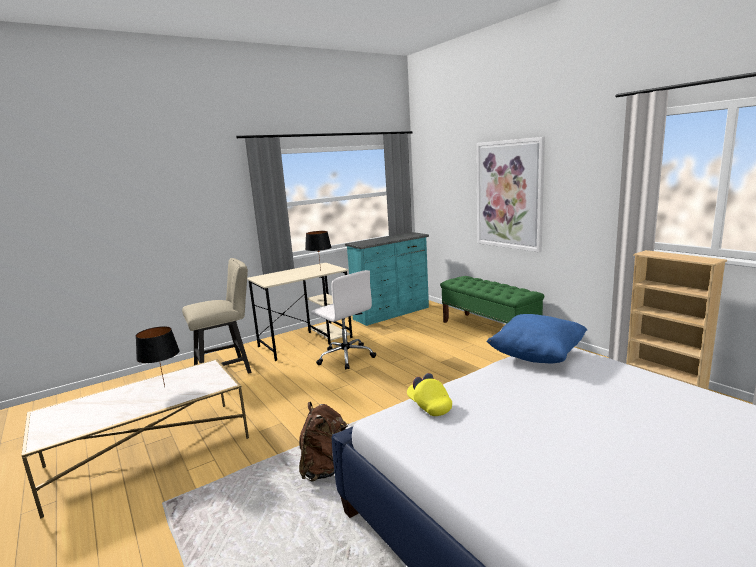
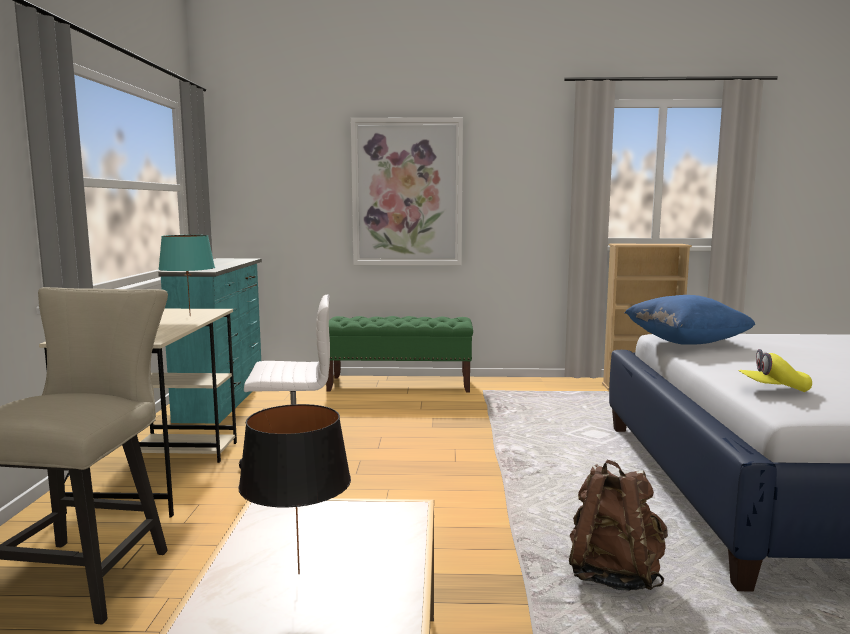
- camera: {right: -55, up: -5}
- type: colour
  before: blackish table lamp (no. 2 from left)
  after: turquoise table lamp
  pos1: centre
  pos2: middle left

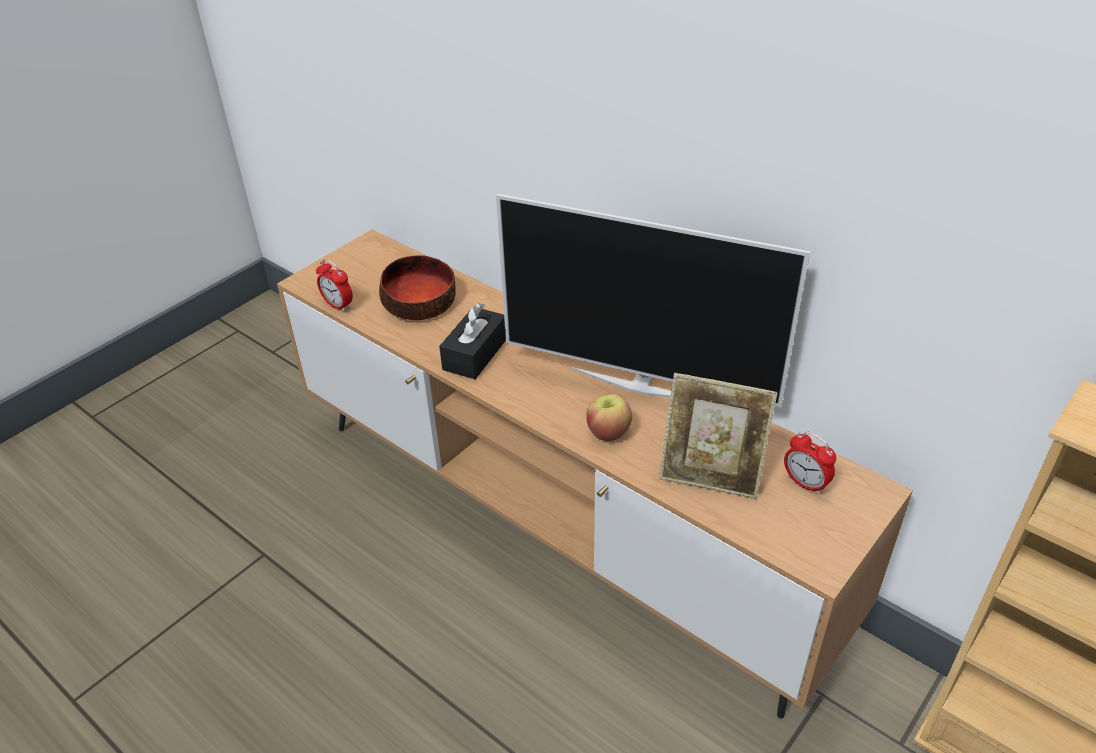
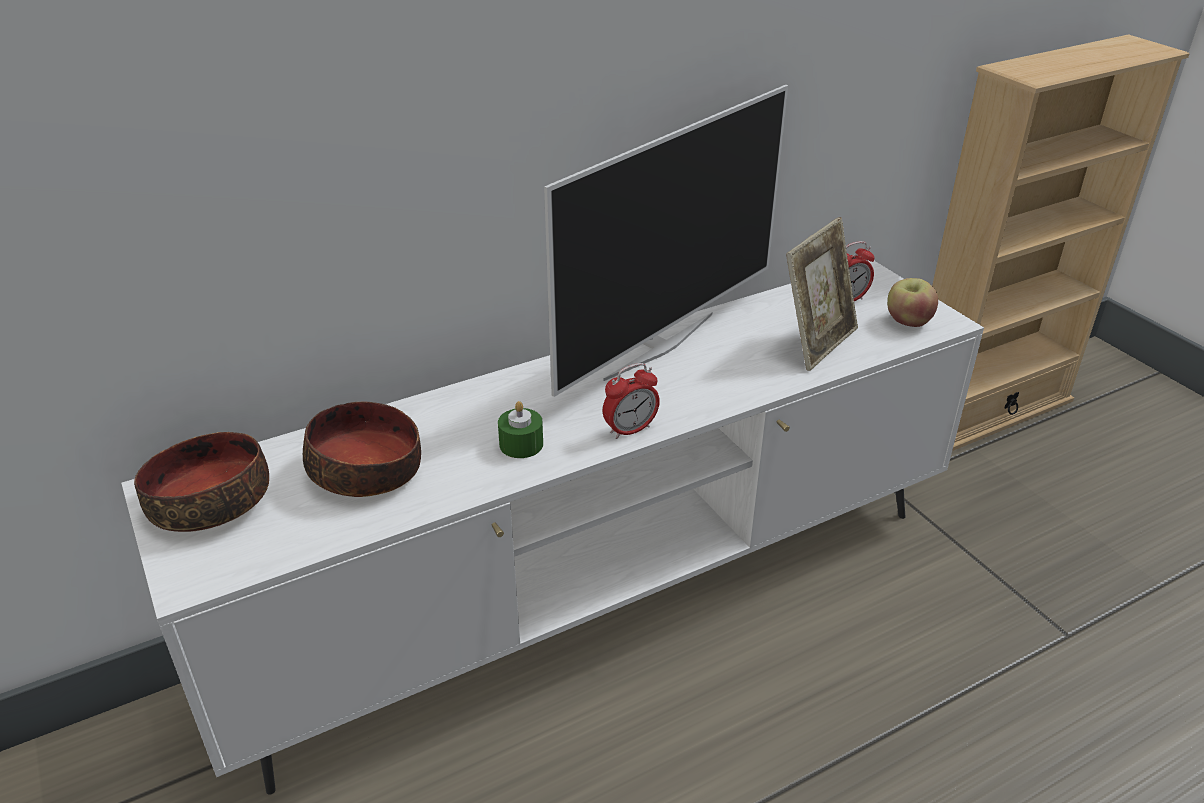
- camera: {right: -70, up: -5}
- type: colour
  before: brownish media console
  after: white-coloured media console
  pos1: centre
  pos2: centre
- type: relocated
  before: table clock (no. 1 from left)
  pos1: middle left
  pos2: centre
- type: exchanged
  before: blackish tissue box
  after: green candle
  pos1: centre
  pos2: centre
- type: relocated
  before: apple fruit
  pos1: centre
  pos2: middle right
- type: appeared
  after: serving bowl (no. 1 from left)
  pos2: middle left

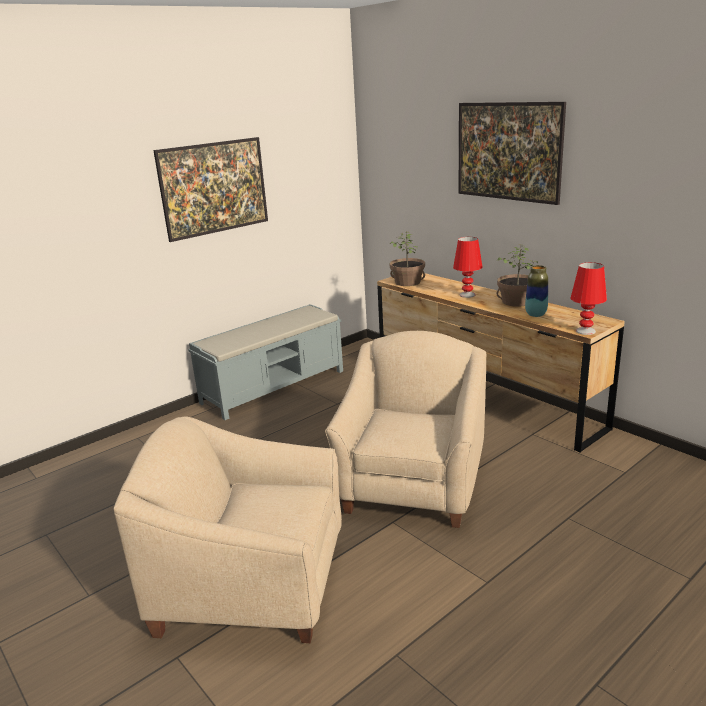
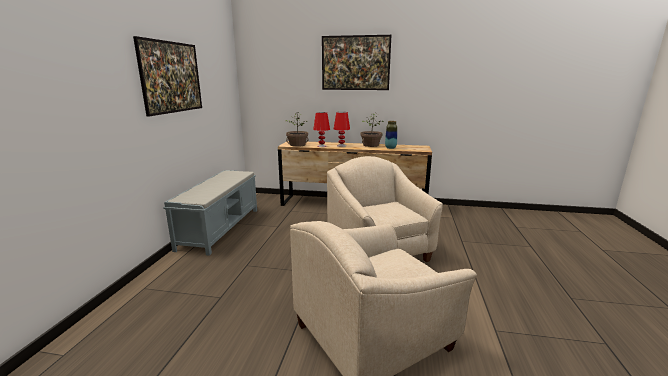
- camera: {right: -40, up: -5}
- type: relocated
  before: reddish table lamp (no. 2 from left in the first image)
  after: reddish table lamp (no. 1 from left)
  pos1: middle right
  pos2: centre

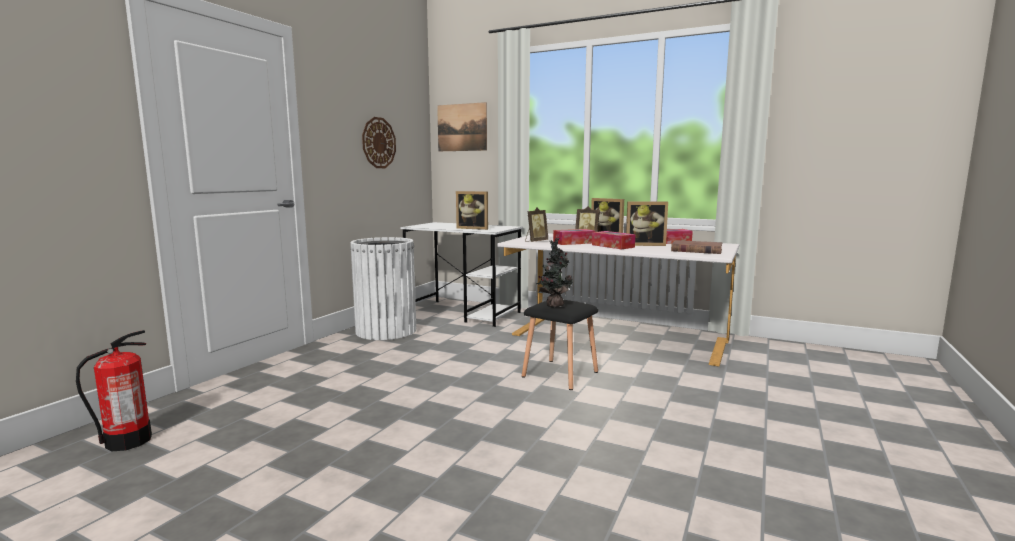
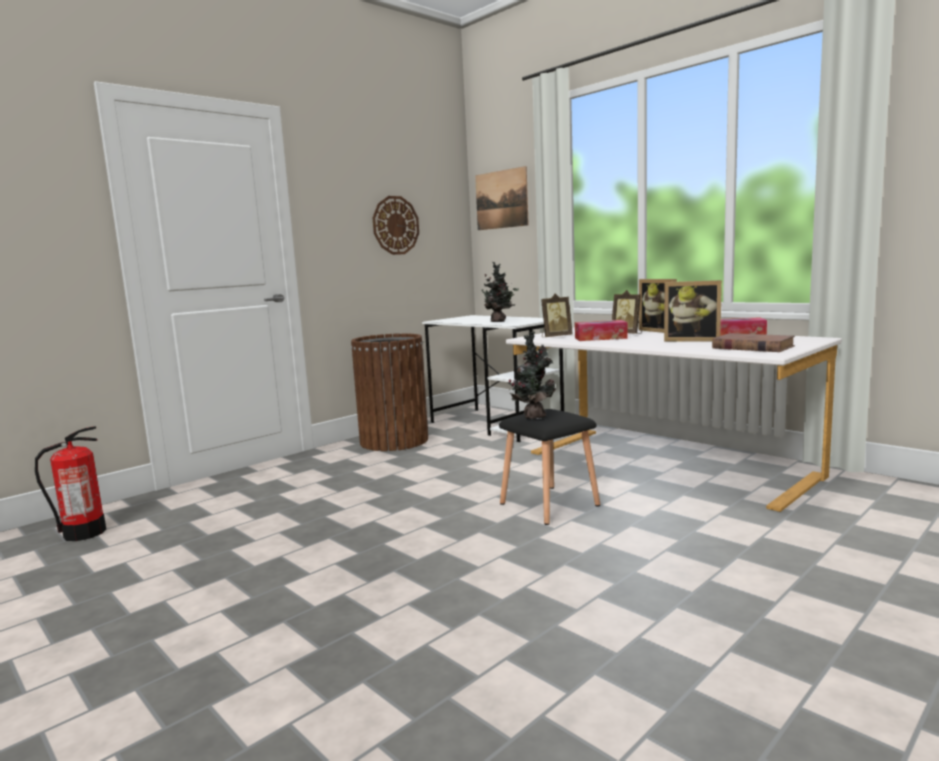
- camera: {right: 20, up: 0}
- type: exchanged
  before: picture frame (no. 1 from left)
  after: plant in a pot (no. 1 from left)
  pos1: centre
  pos2: centre
- type: missing
  before: tissue box (no. 2 from left)
  pos1: centre
- type: colour
  before: white-coloured waste bin
  after: brownish waste bin
  pos1: centre
  pos2: centre

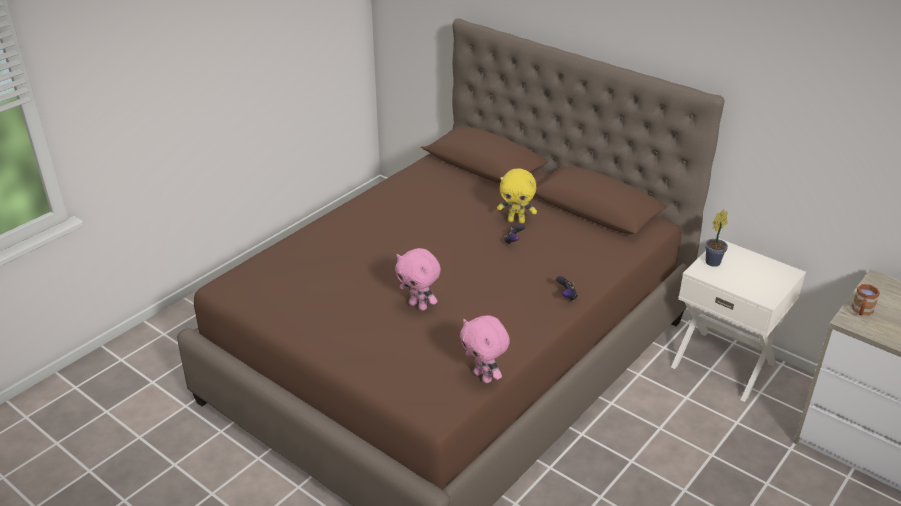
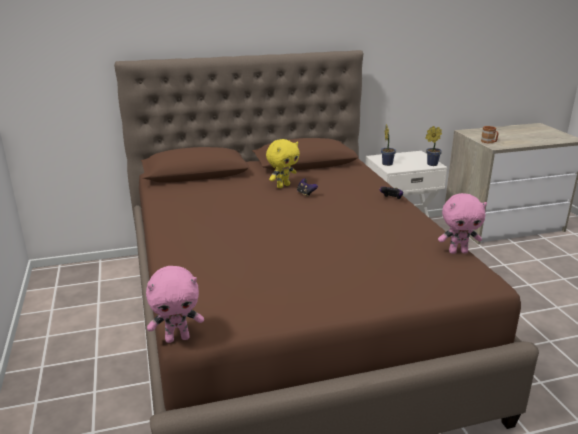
- camera: {right: -55, up: -10}
- type: relocated
  before: pink cuddly toy (no. 1 from left)
  pos1: centre
  pos2: bottom left
- type: appeared
  after: plant in a pot (no. 2 from left)
  pos2: middle right

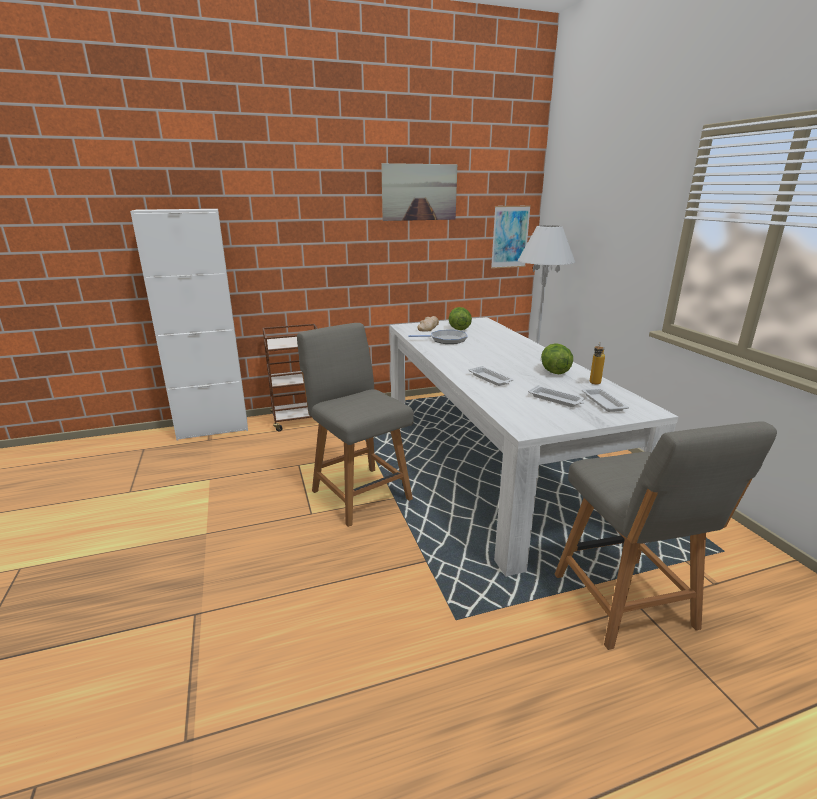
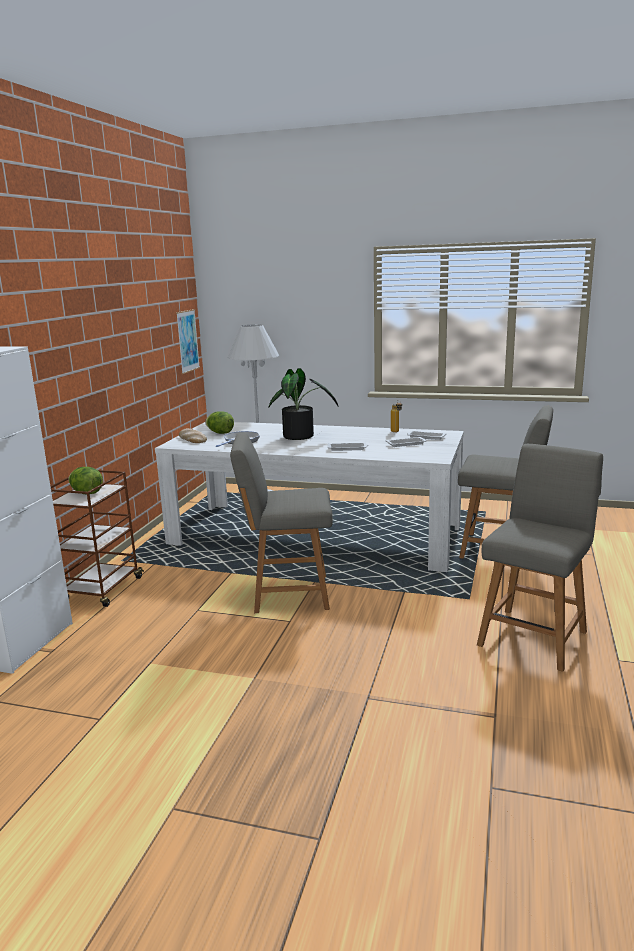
- camera: {right: -55, up: -5}
- type: missing
  before: picture (no. 1 from left)
  pos1: top centre
- type: relocated
  before: lettuce (no. 2 from left in the first image)
  after: lettuce (no. 1 from left)
  pos1: middle right
  pos2: middle left
- type: appeared
  after: plant in a pot
  pos2: centre
- type: appeared
  after: gray plain chair (no. 3 from left)
  pos2: middle right

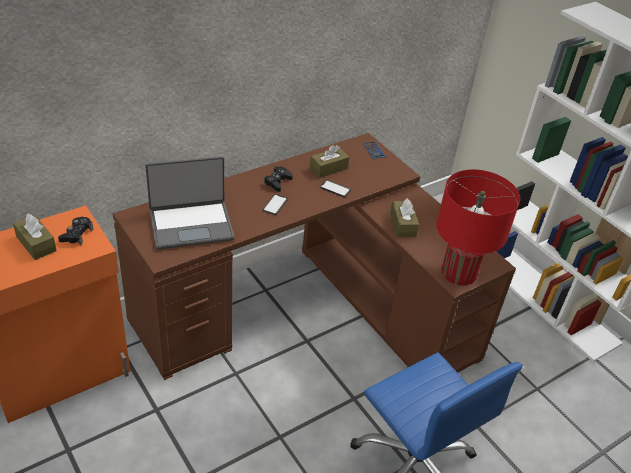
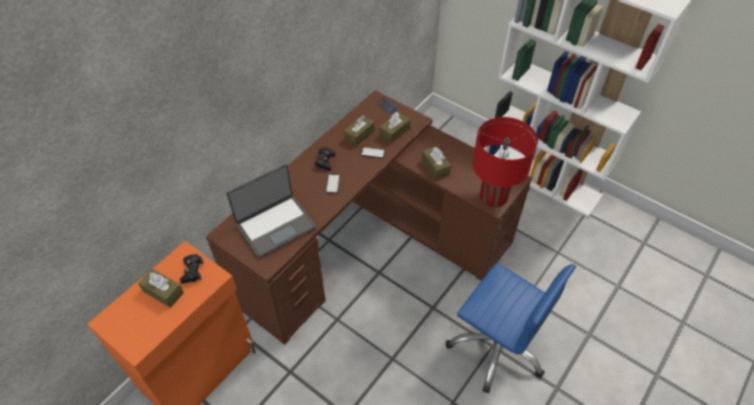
- camera: {right: -15, up: 10}
- type: appeared
  after: brownish tissue box (no. 3 from left)
  pos2: top centre

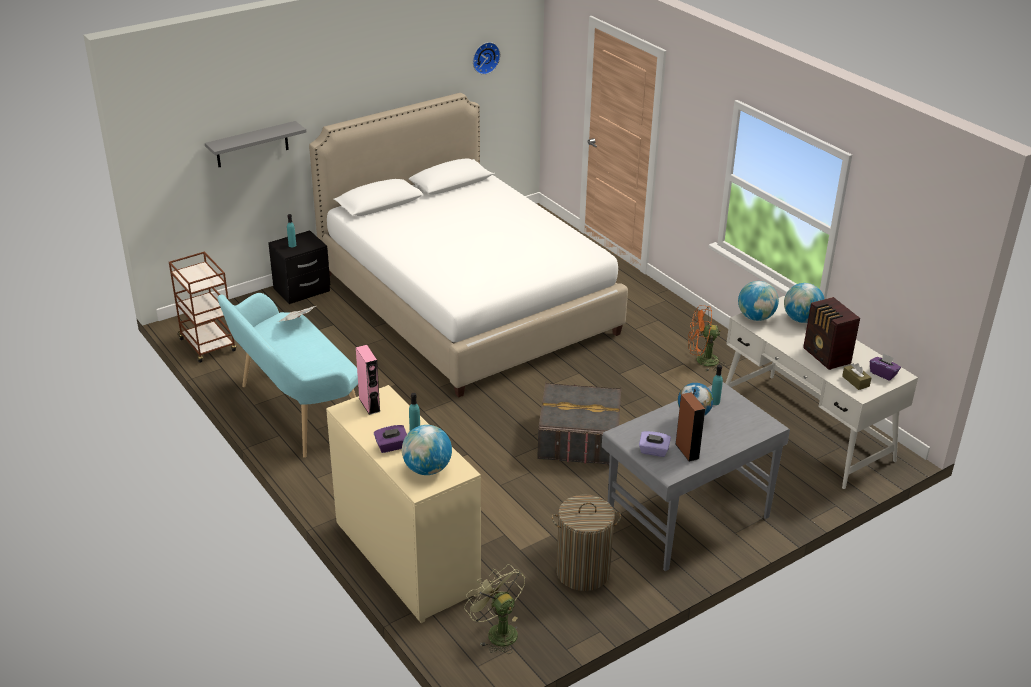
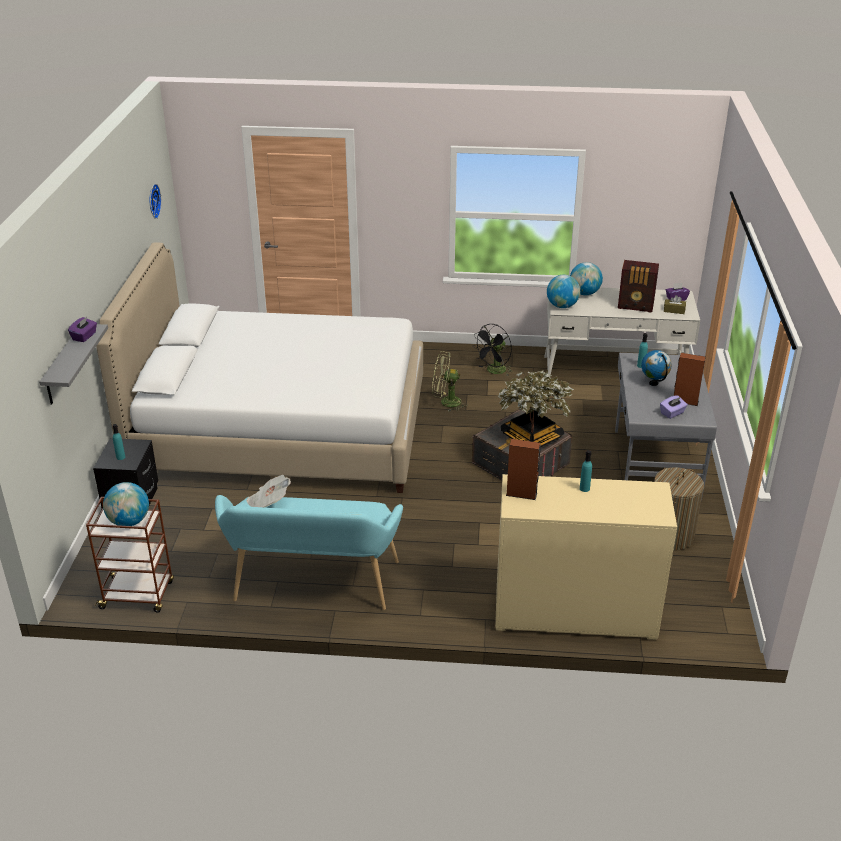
- camera: {right: -50, up: 0}
- type: colour
  before: orange fan
  after: blackish fan
  pos1: middle right
  pos2: centre
- type: colour
  before: pink audio speaker
  after: brownish audio speaker (no. 1 from left)
  pos1: centre
  pos2: centre
- type: relocated
  before: purple-coloured tissue box (no. 1 from left)
  pos1: centre
  pos2: middle left
- type: relocated
  before: desk globe (no. 1 from left)
  pos1: centre
  pos2: middle left
- type: relocated
  before: green fan
  pos1: bottom centre
  pos2: centre
- type: appeared
  after: plant in a pot
  pos2: centre

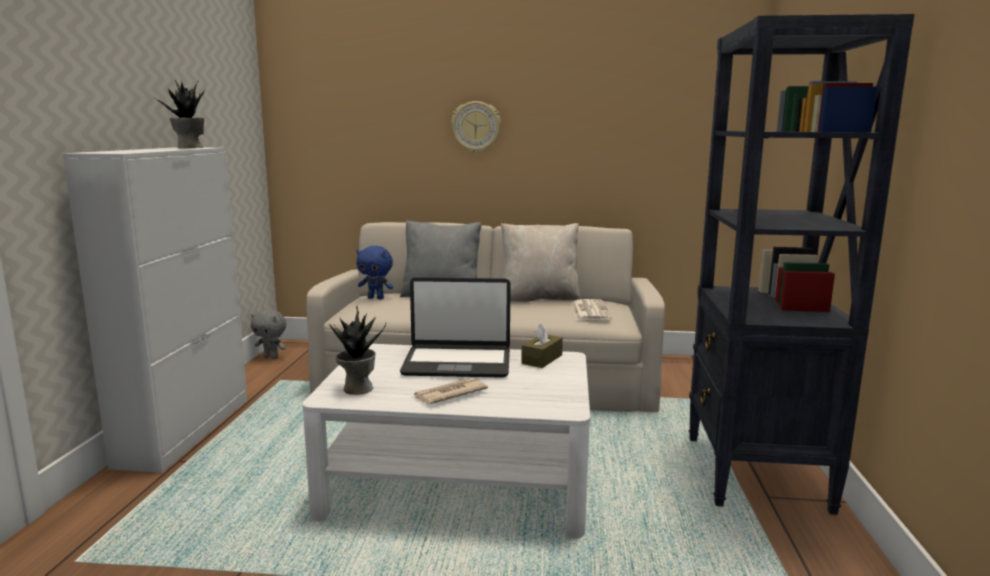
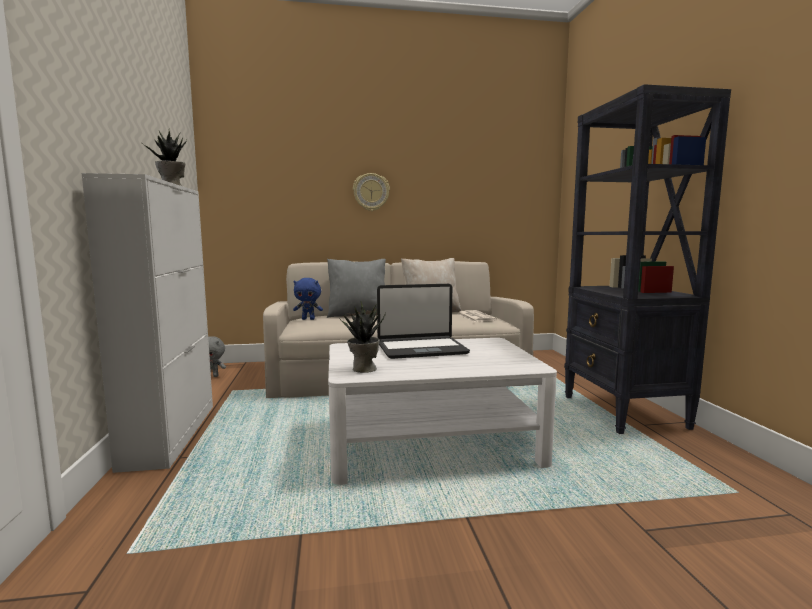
- camera: {right: -15, up: -5}
- type: missing
  before: brownish tissue box
  pos1: centre
- type: missing
  before: printed paper (no. 1 from left)
  pos1: bottom centre

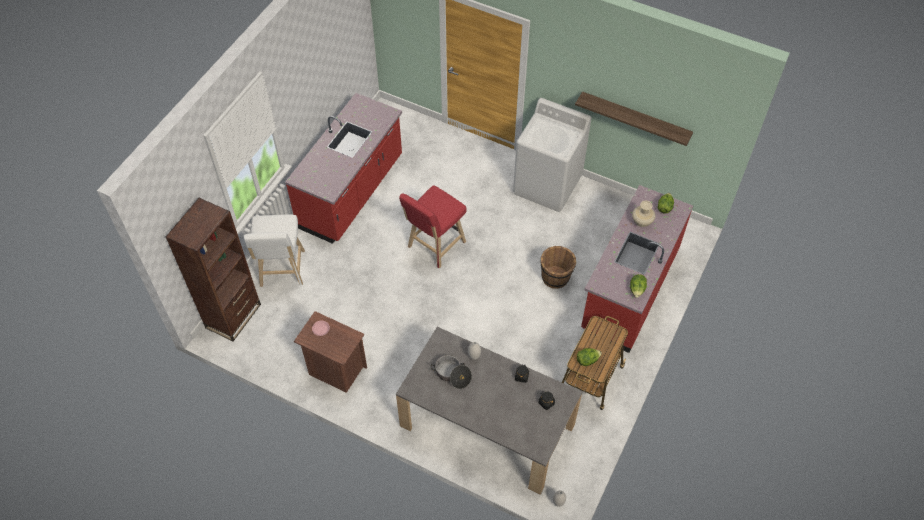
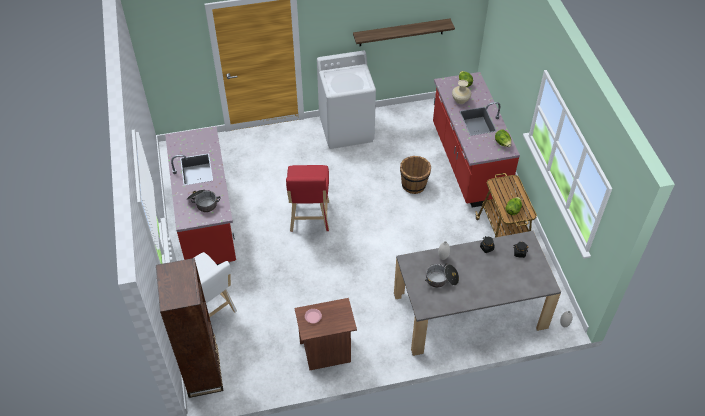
- camera: {right: -40, up: -5}
- type: appeared
  after: saucepot (no. 1 from left)
  pos2: middle left

